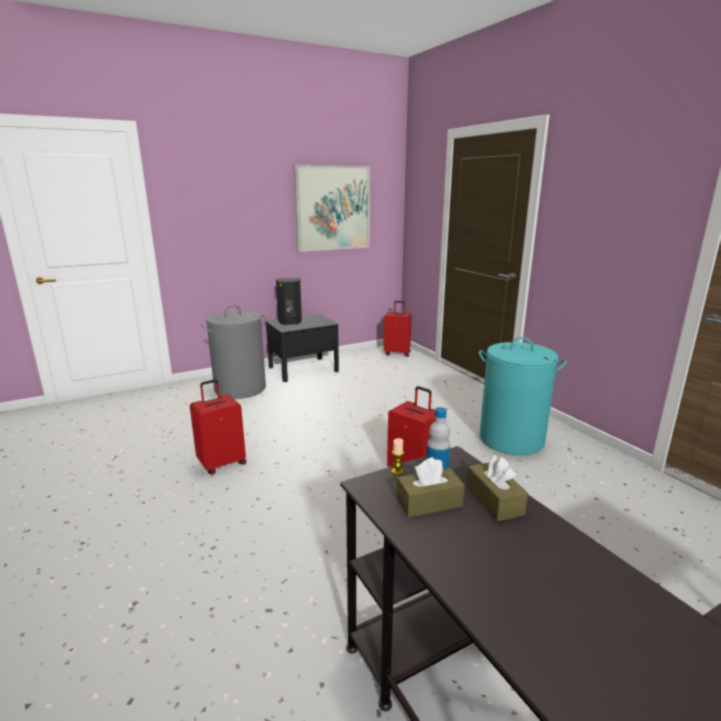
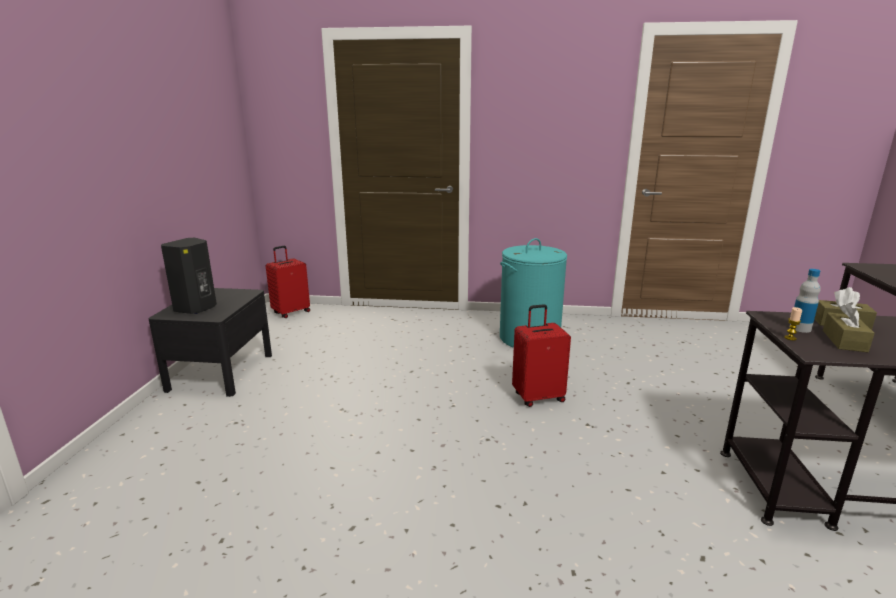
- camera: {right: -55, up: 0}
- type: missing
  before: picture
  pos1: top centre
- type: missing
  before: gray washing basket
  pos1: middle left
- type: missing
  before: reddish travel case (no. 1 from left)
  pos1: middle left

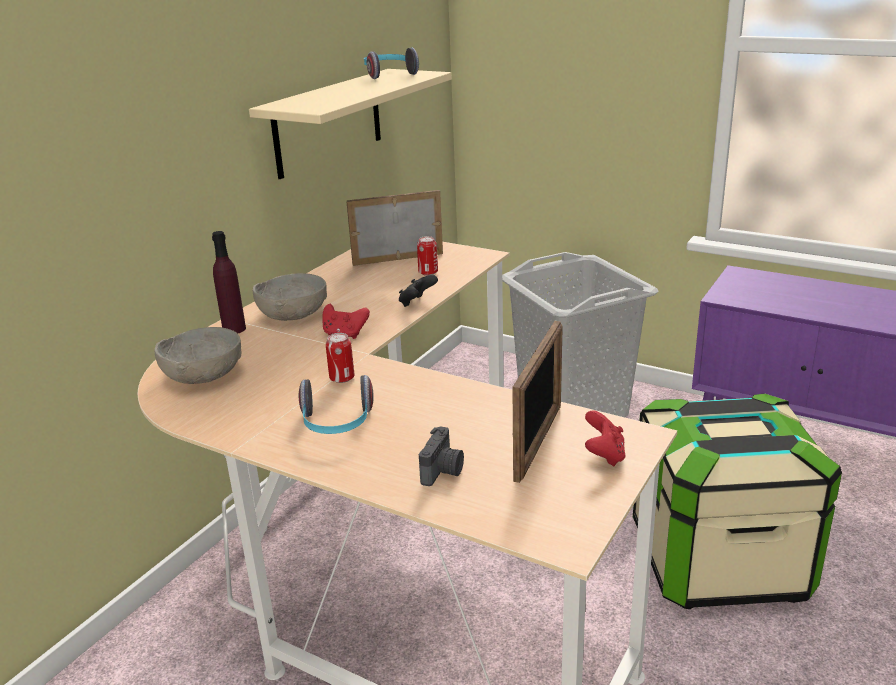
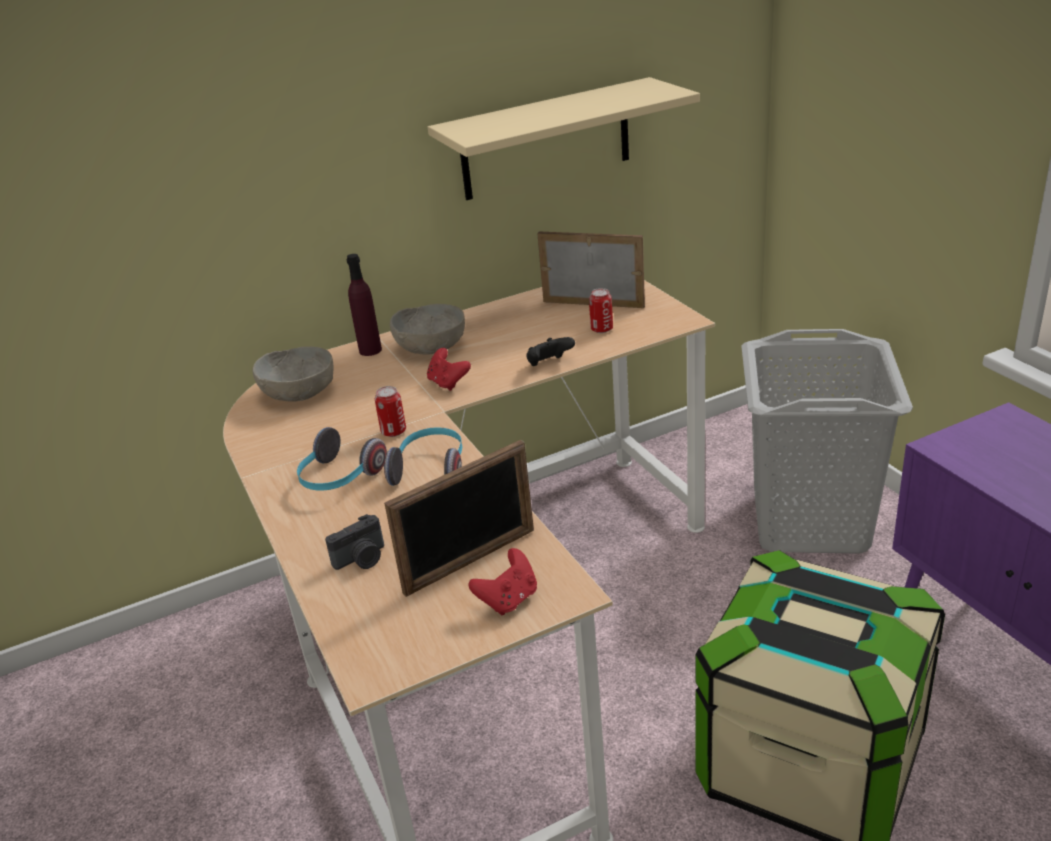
- camera: {right: 35, up: 5}
- type: relocated
  before: headphones (no. 2 from left)
  pos1: top centre
  pos2: centre

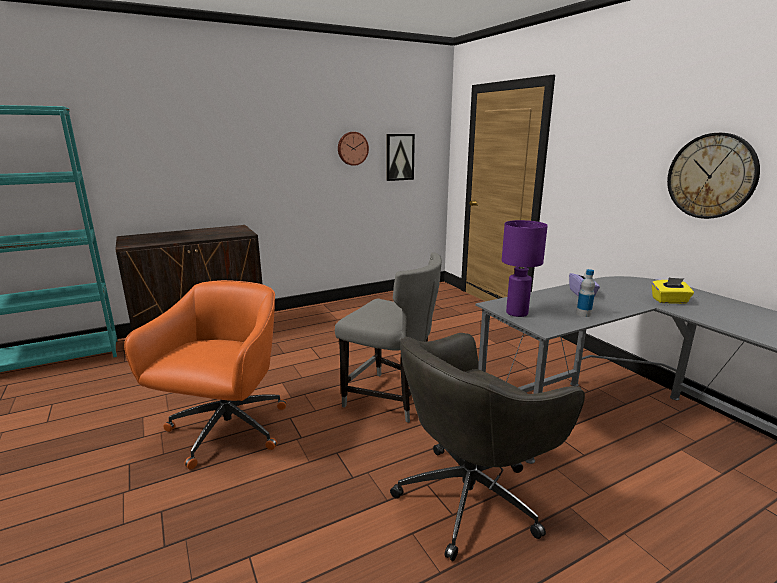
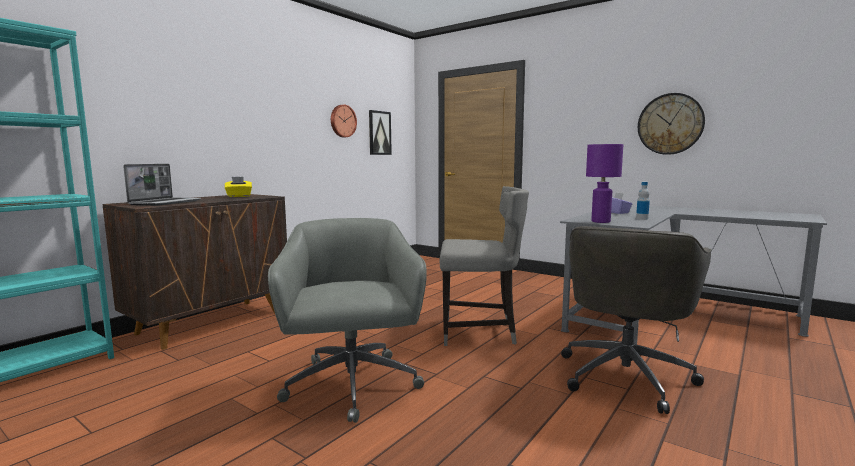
- camera: {right: -25, up: -10}
- type: relocated
  before: yellow-coloured tissue box
  pos1: middle right
  pos2: middle left
- type: colour
  before: orange office chair
  after: gray office chair (no. 1 from left)
  pos1: middle left
  pos2: bottom centre
- type: appeared
  after: portable computer
  pos2: middle left

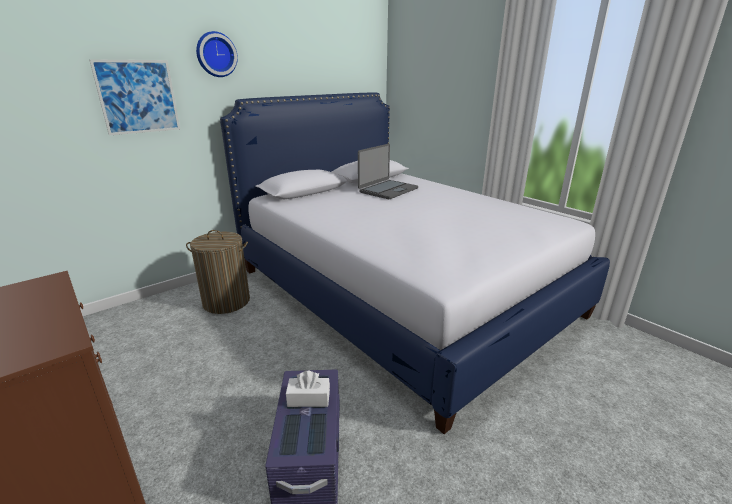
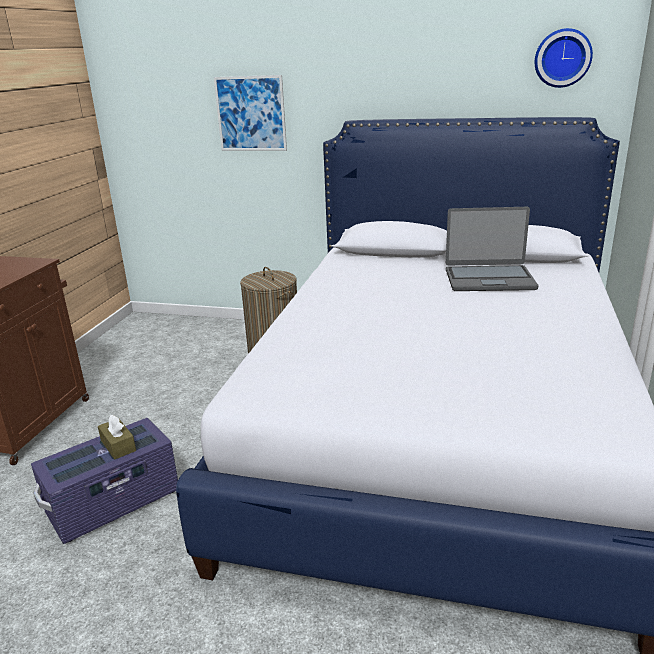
- camera: {right: 55, up: 0}
- type: relocated
  before: clock on the wall
  pos1: top left
  pos2: top right
- type: colour
  before: white-coloured tissue box
  after: brownish tissue box
  pos1: bottom centre
  pos2: bottom left

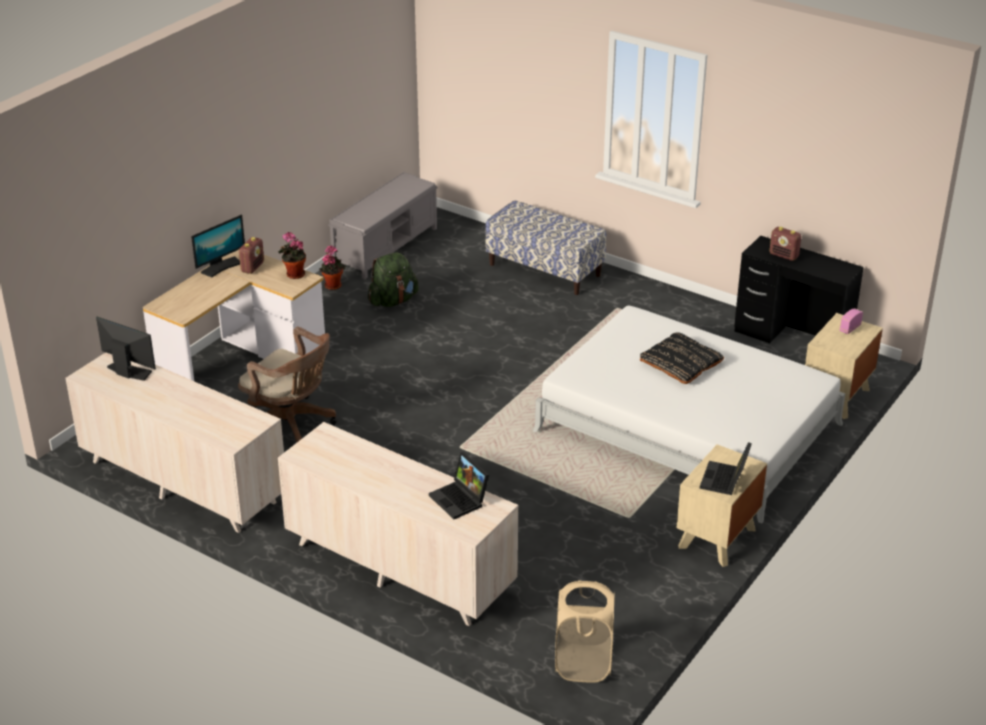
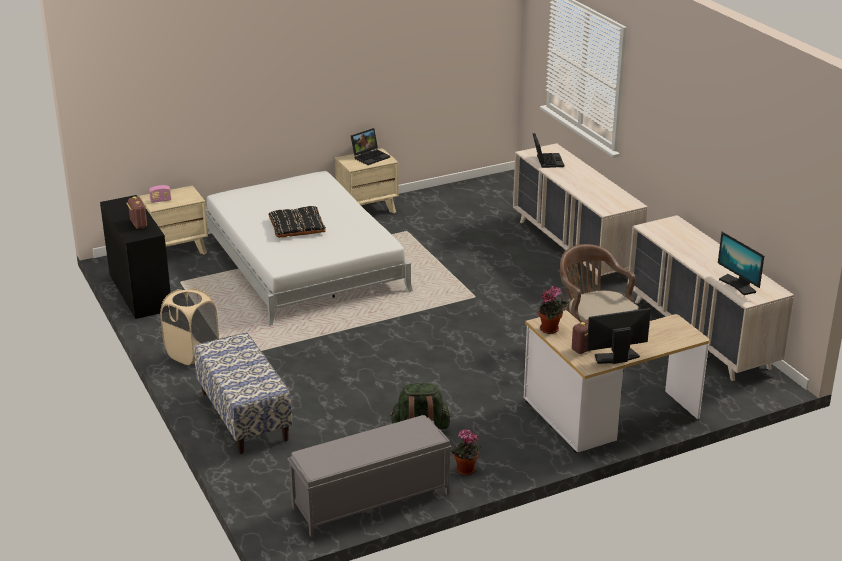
- camera: {right: -150, up: -5}
- type: relocated
  before: beige washing basket
  pos1: bottom centre
  pos2: middle left

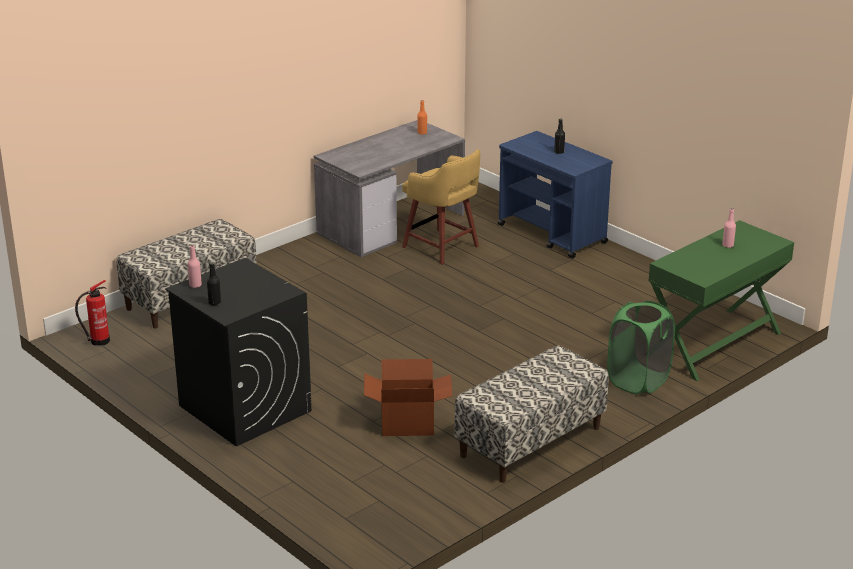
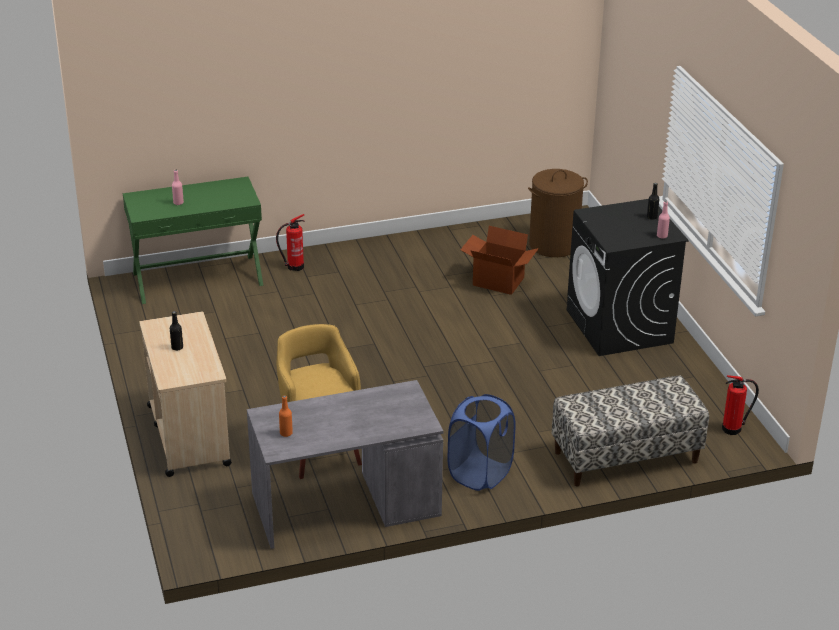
- camera: {right: -155, up: 5}
- type: colour
  before: bluish trolley
  after: beige trolley
  pos1: centre
  pos2: middle left
- type: exchanged
  before: green washing basket
  after: fire extinguisher (no. 1 from left)
  pos1: middle right
  pos2: centre
- type: missing
  before: bench (no. 2 from left)
  pos1: bottom centre
- type: appeared
  after: brownish washing basket
  pos2: centre
- type: appeared
  after: bluish washing basket
  pos2: bottom centre

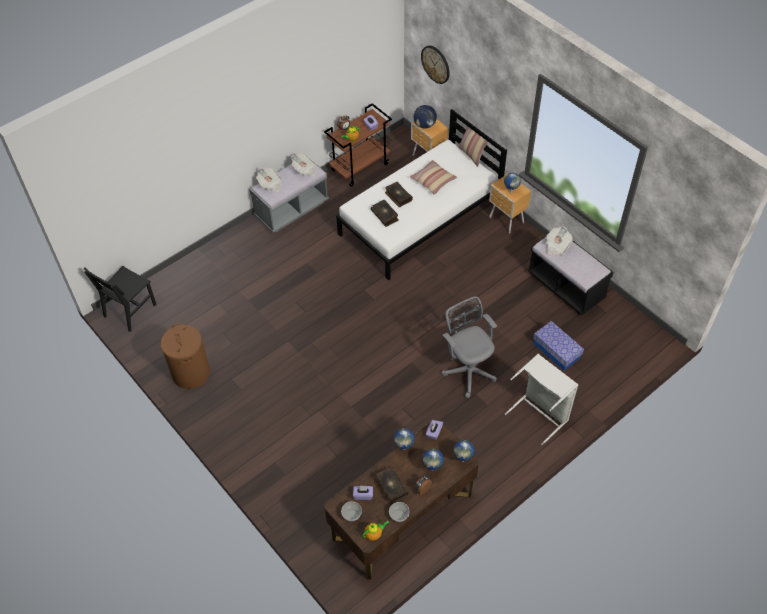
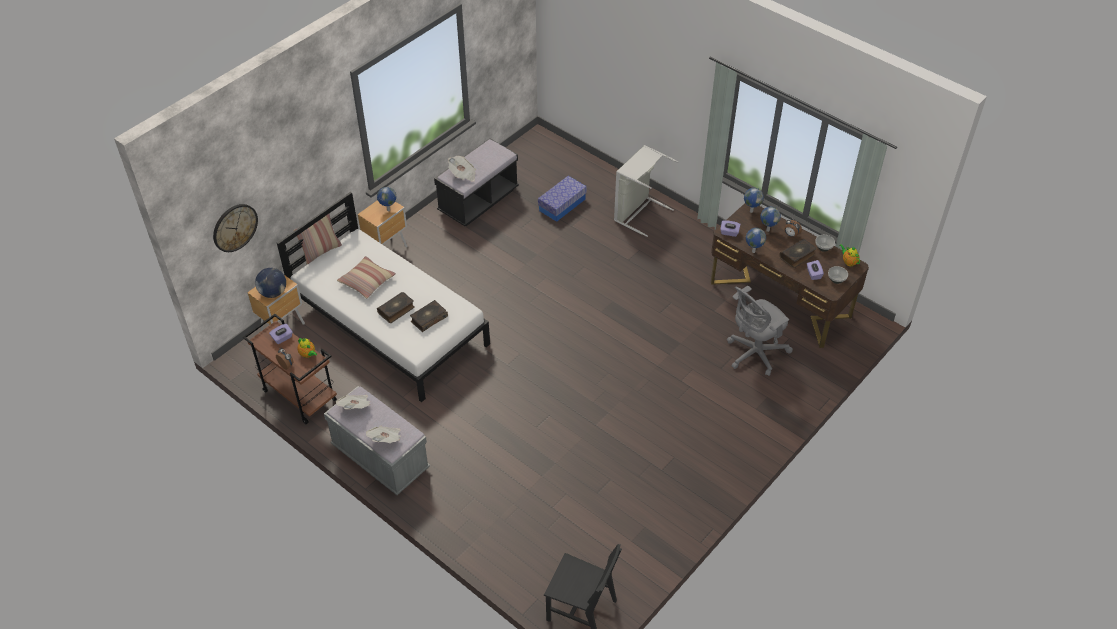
- camera: {right: -100, up: -5}
- type: relocated
  before: gray office chair
  pos1: centre
  pos2: middle right
- type: missing
  before: brownish washing basket
  pos1: middle left

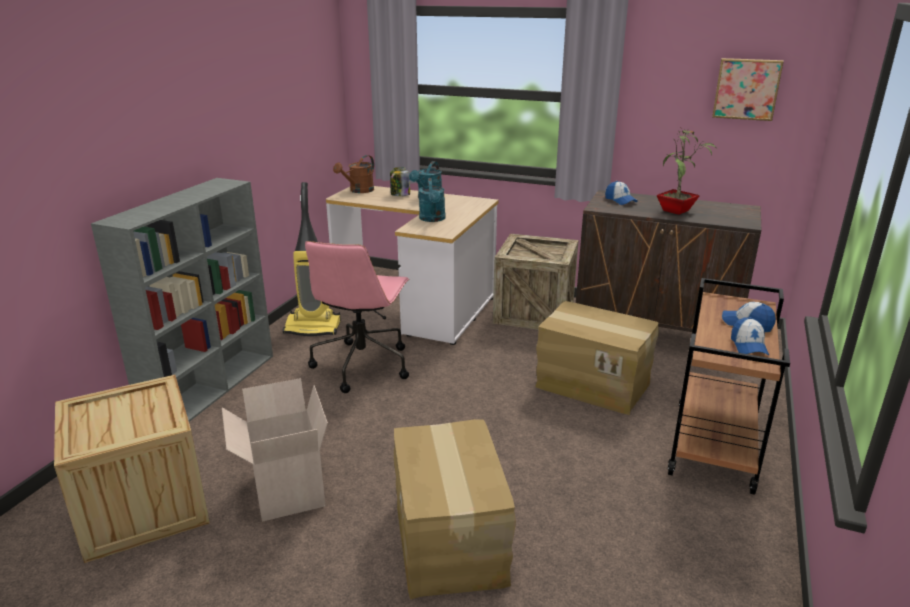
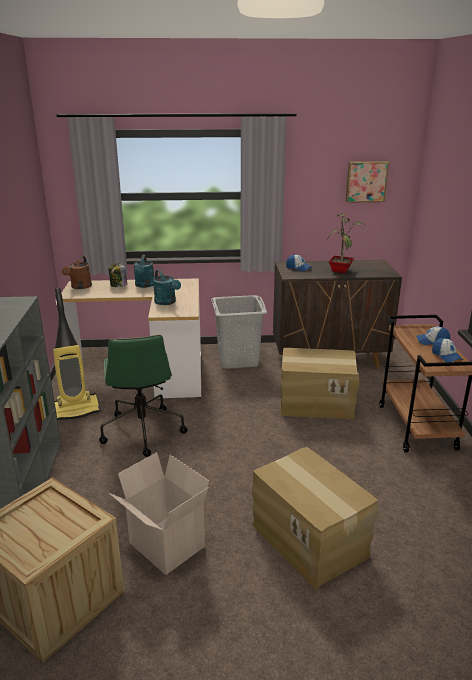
- camera: {right: -25, up: 0}
- type: exchanged
  before: packing crate (no. 2 from left)
  after: gray washing basket
  pos1: centre
  pos2: centre
- type: colour
  before: pink office chair
  after: green office chair
  pos1: centre
  pos2: middle left

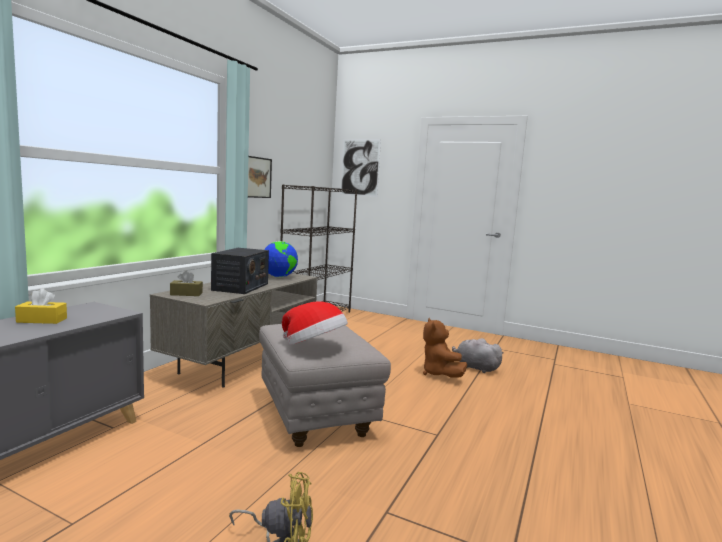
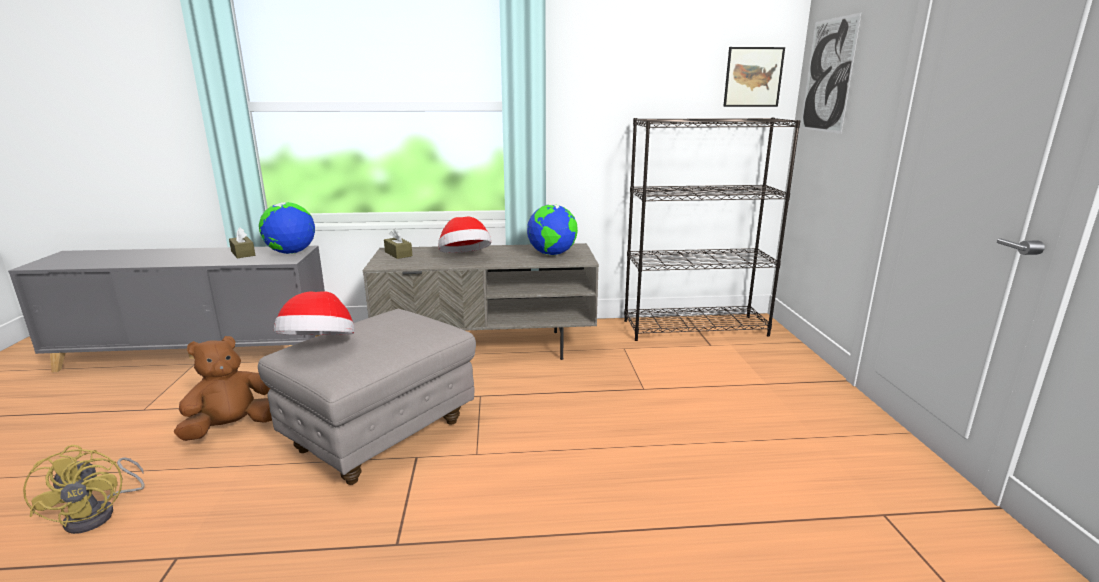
- camera: {right: 60, up: 10}
- type: relocated
  before: picture (no. 1 from left)
  pos1: top centre
  pos2: top right
- type: exchanged
  before: radio set
  after: wearable hat (no. 2 from left)
  pos1: middle left
  pos2: centre
- type: colour
  before: yellow-coloured tissue box
  after: brownish tissue box (no. 1 from left)
  pos1: middle left
  pos2: middle left
- type: relocated
  before: brownish cuddly toy
  pos1: centre
  pos2: bottom left
- type: missing
  before: gray cuddly toy
  pos1: centre
- type: appeared
  after: desk globe (no. 1 from left)
  pos2: middle left

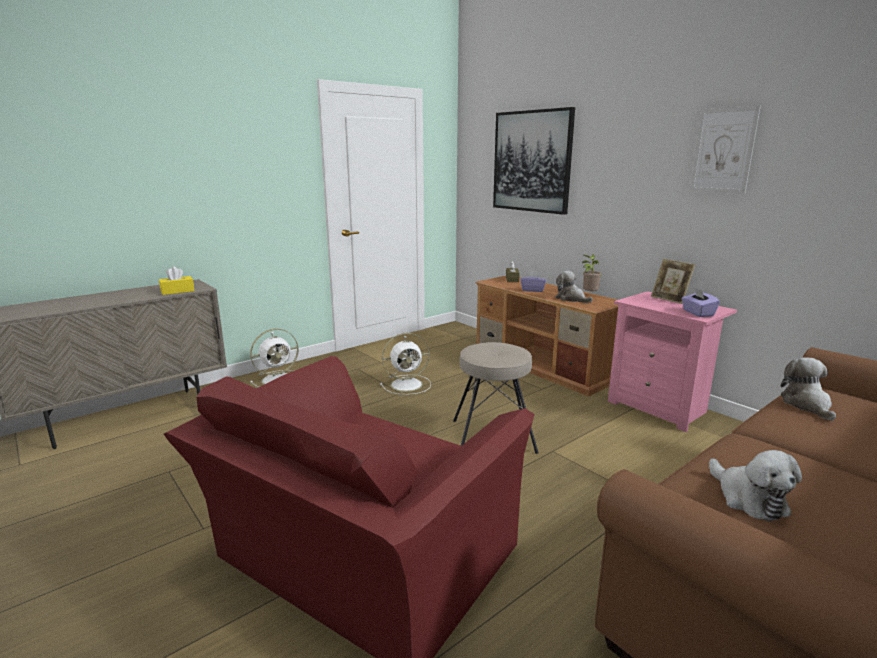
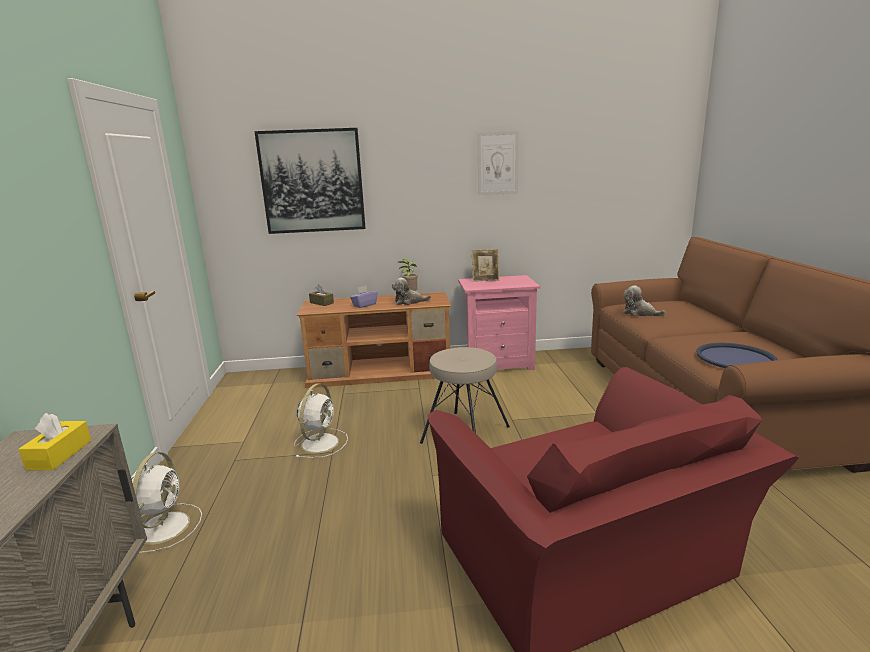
- camera: {right: -55, up: 0}
- type: missing
  before: purple-coloured tissue box (no. 2 from left)
  pos1: middle right
- type: exchanged
  before: cuddly toy (no. 2 from left)
  after: bluish serving tray
  pos1: bottom right
  pos2: middle right

